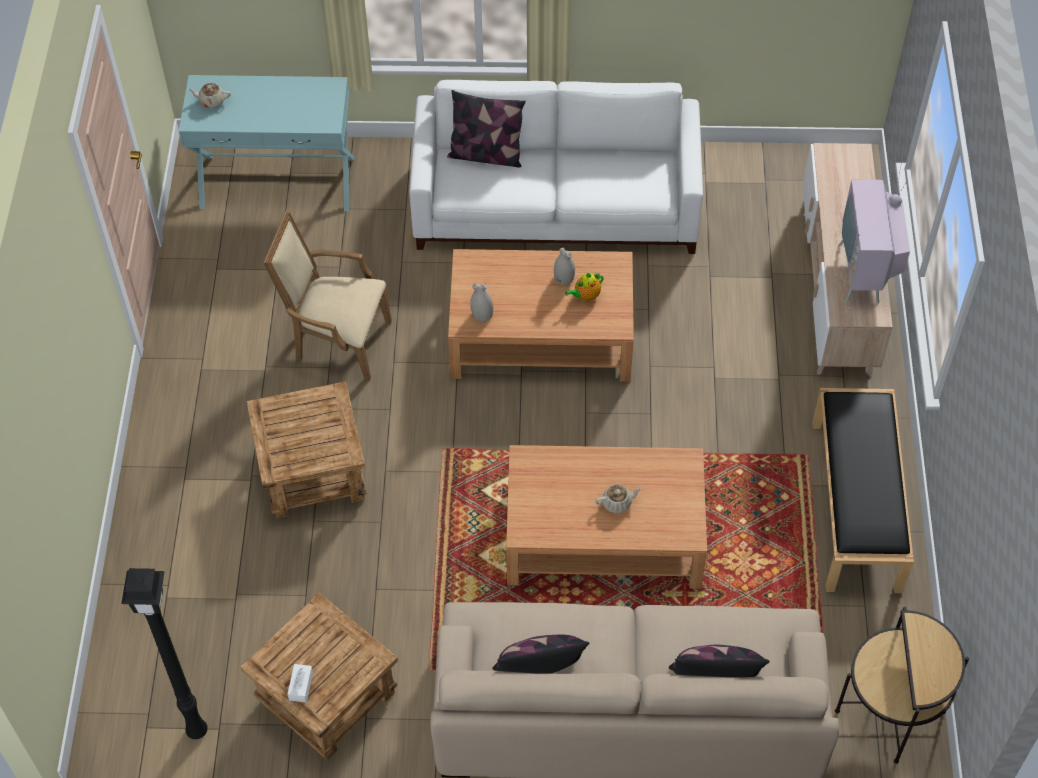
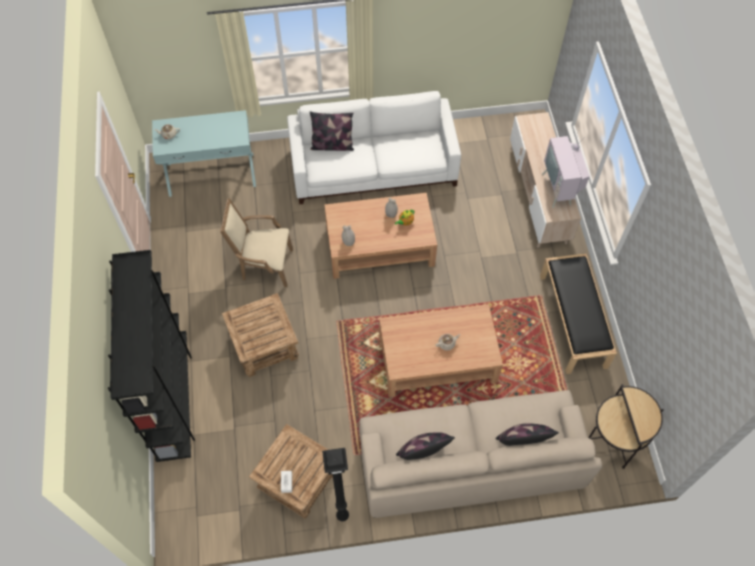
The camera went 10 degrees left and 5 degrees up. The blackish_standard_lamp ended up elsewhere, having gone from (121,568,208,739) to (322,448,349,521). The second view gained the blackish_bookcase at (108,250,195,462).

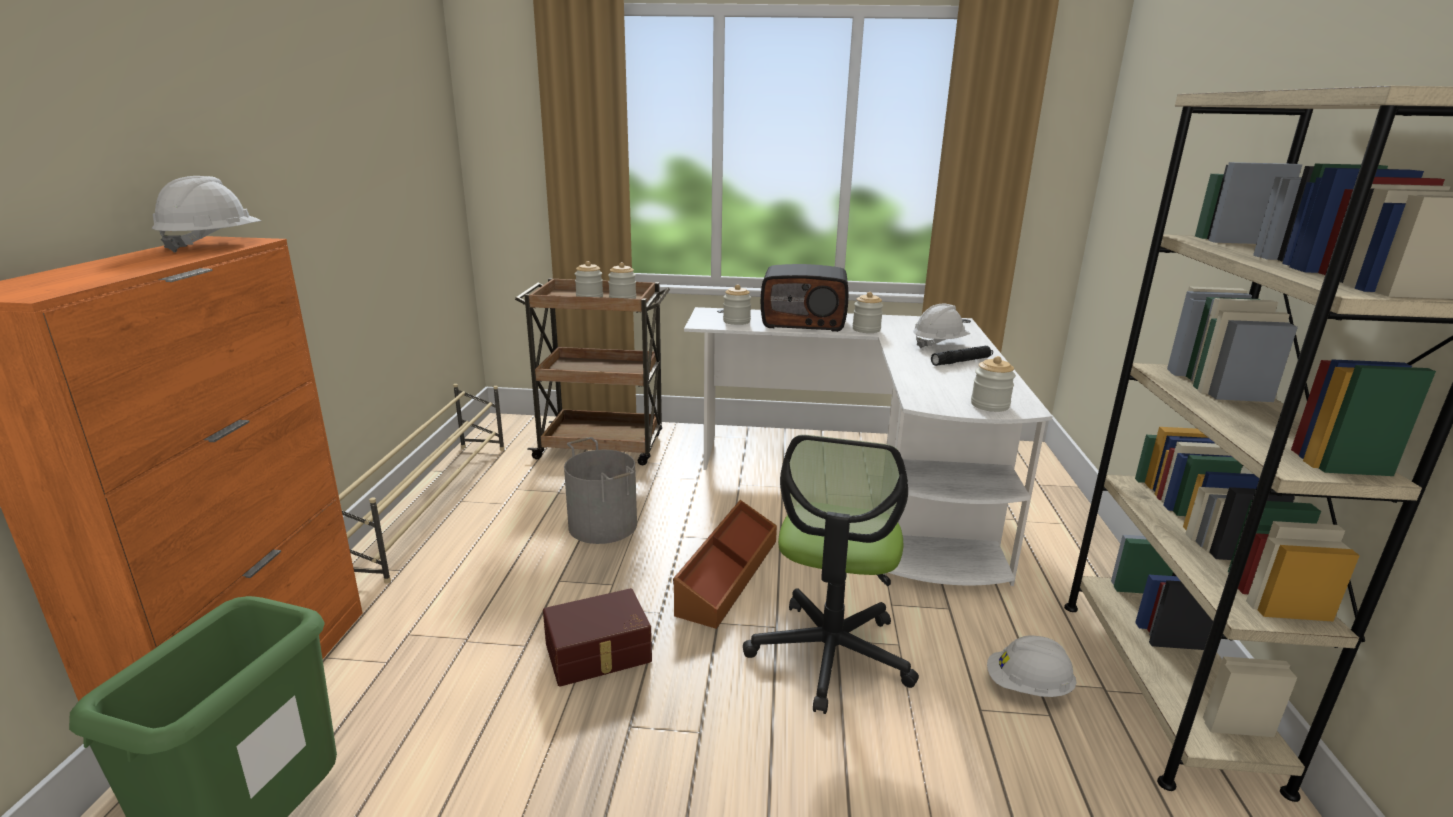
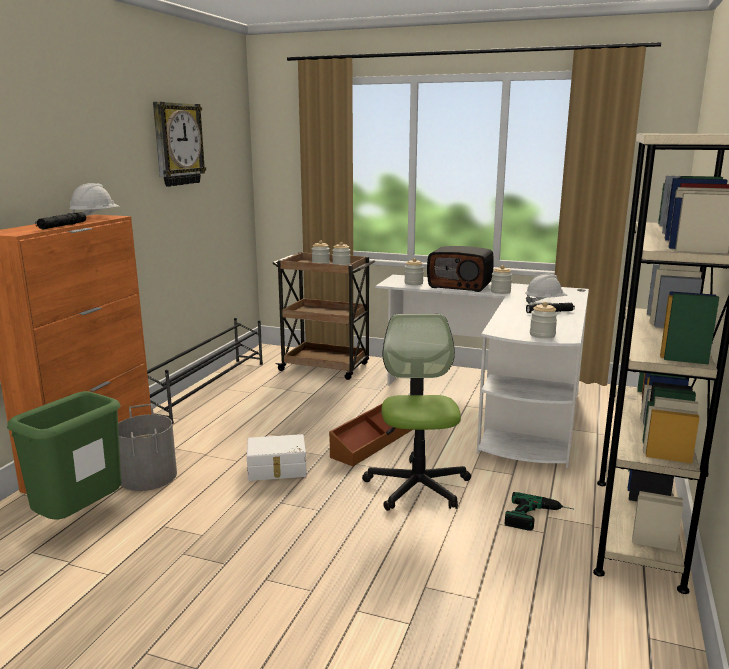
The camera went 15 degrees right and 5 degrees down. What was the sand-coloured_shoe_rack at (339,384,505,584) turned into the blackish_shoe_rack at (147,318,263,424). The office_chair at (743,435,919,714) ended up facing another way, 150 degrees clockwise from before. The greyish_pail ended up elsewhere, having gone from (564,437,637,544) to (118,404,177,491). What was the brown-coloured_storage_box at (543,588,652,687) turned into the whitish_storage_box at (247,434,307,481). Where the whitish_hard_hat stood at (987,635,1076,697), the power_drill came to stand at (505,492,573,531). The second view gained the clock_on_the_wall at (153,102,206,187). The second view gained the blackish_hand_torch at (35,212,86,229).

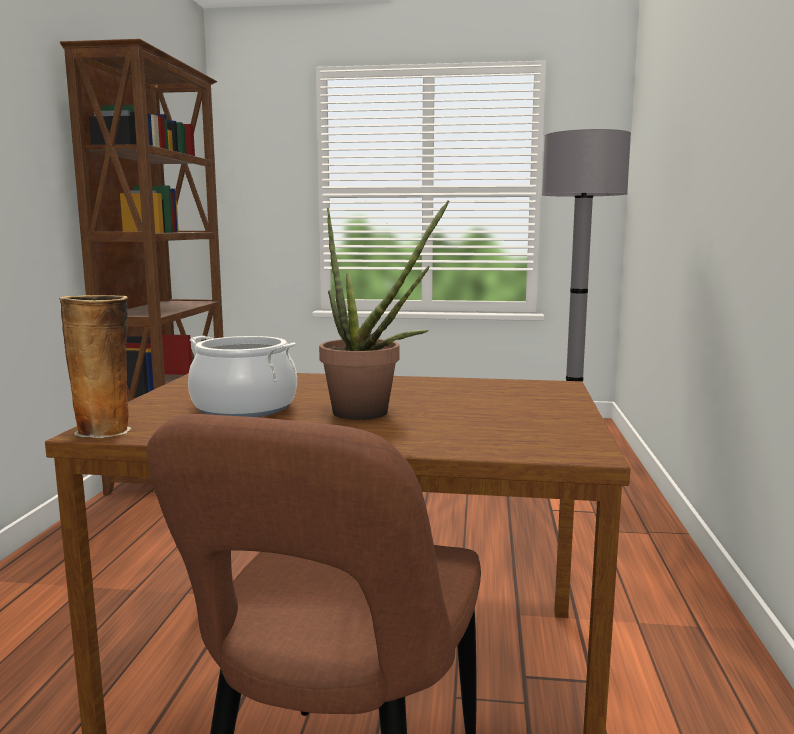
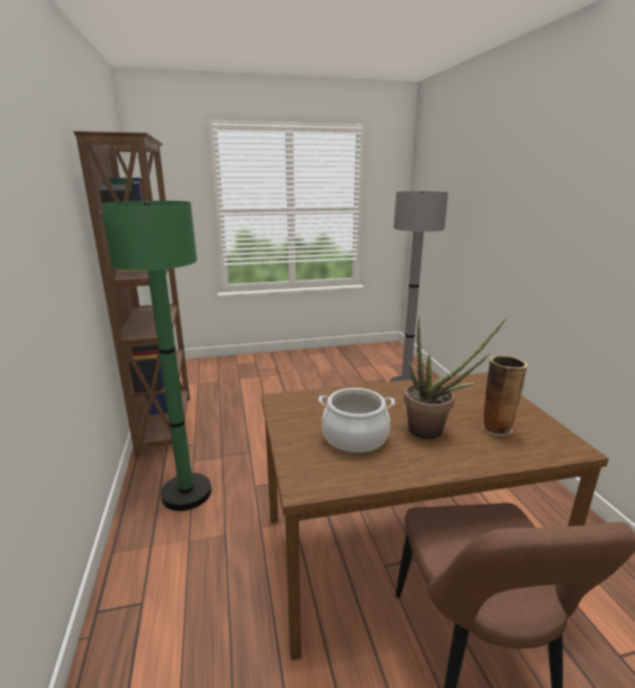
The camera went 20 degrees left and 10 degrees up. The flower_vase ended up elsewhere, having gone from (59,295,131,438) to (482,355,528,436). The second view gained the green-coloured_standard_lamp at (100,201,212,511).

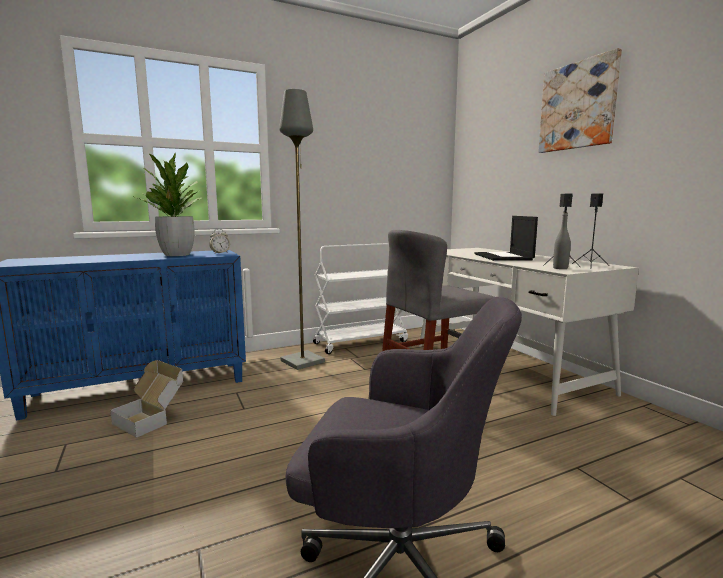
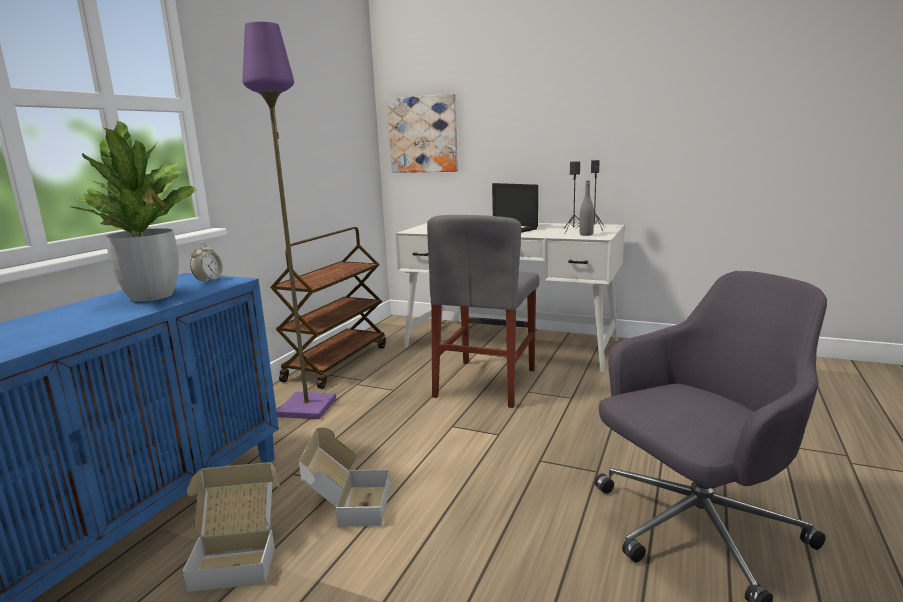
The camera went 40 degrees left and 5 degrees up. The picture ended up elsewhere, having gone from (538,48,622,153) to (387,94,458,173). What was the greyish_standard_lamp at (279,89,325,370) turned into the purplish_standard_lamp at (242,22,336,419). What was the whitish_cart at (313,243,408,354) turned into the brown-coloured_cart at (270,227,386,389). The second view gained the cardboard_box at (299,428,390,527).

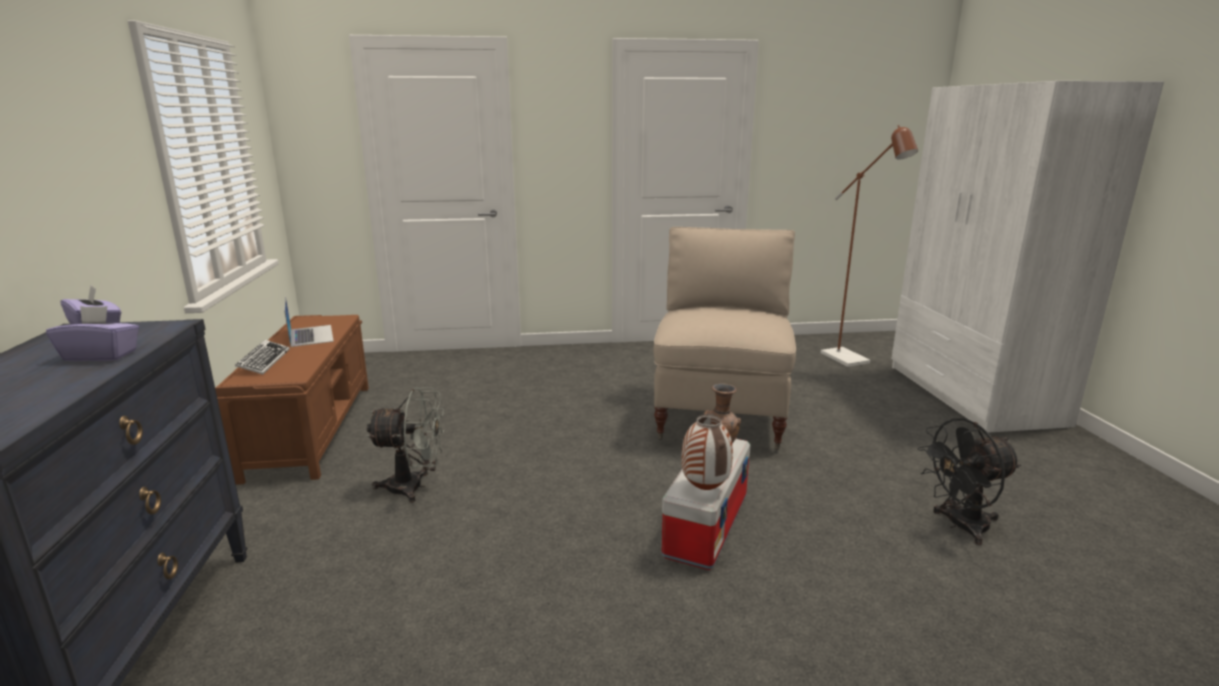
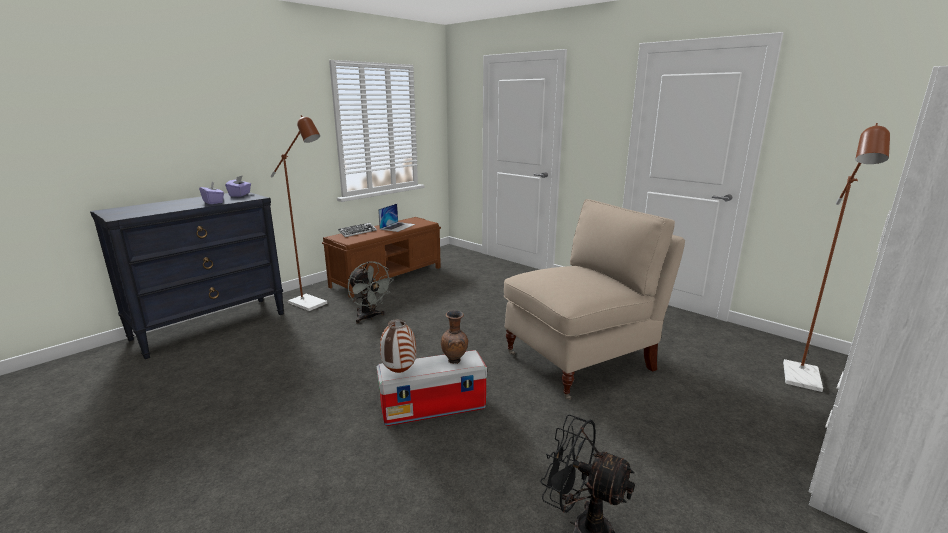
The camera went 50 degrees right and 0 degrees up. The second view gained the brown-coloured_standard_lamp at (271,115,327,311).

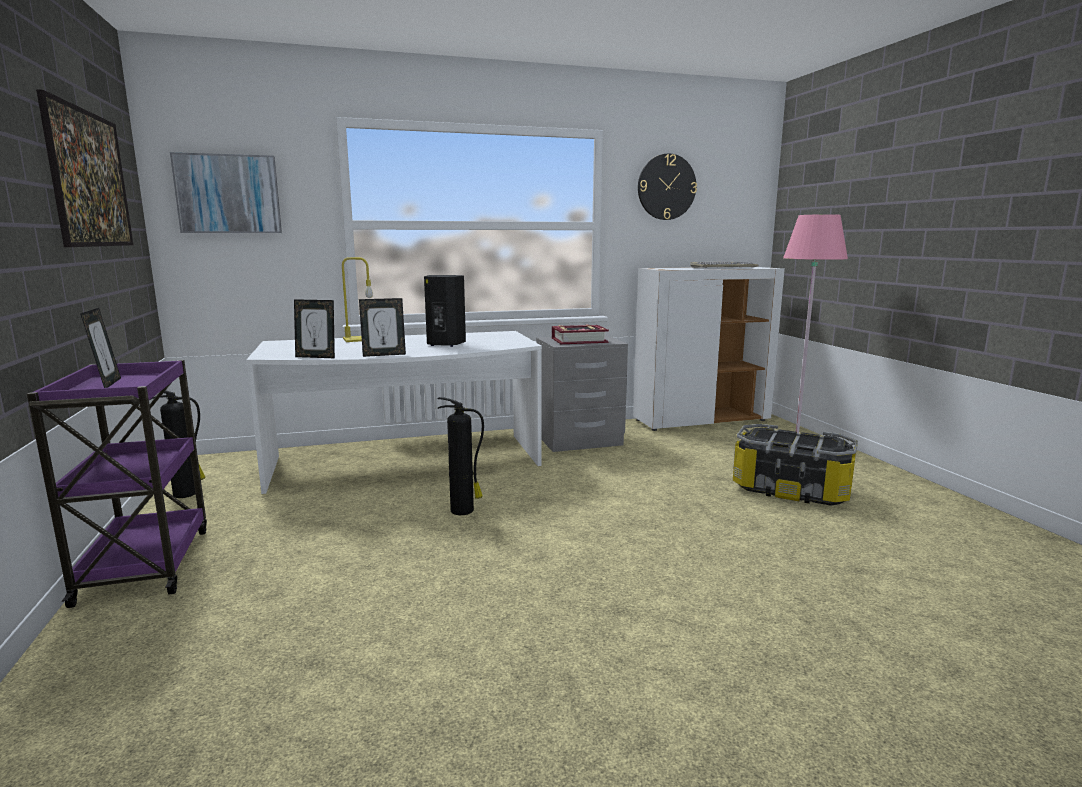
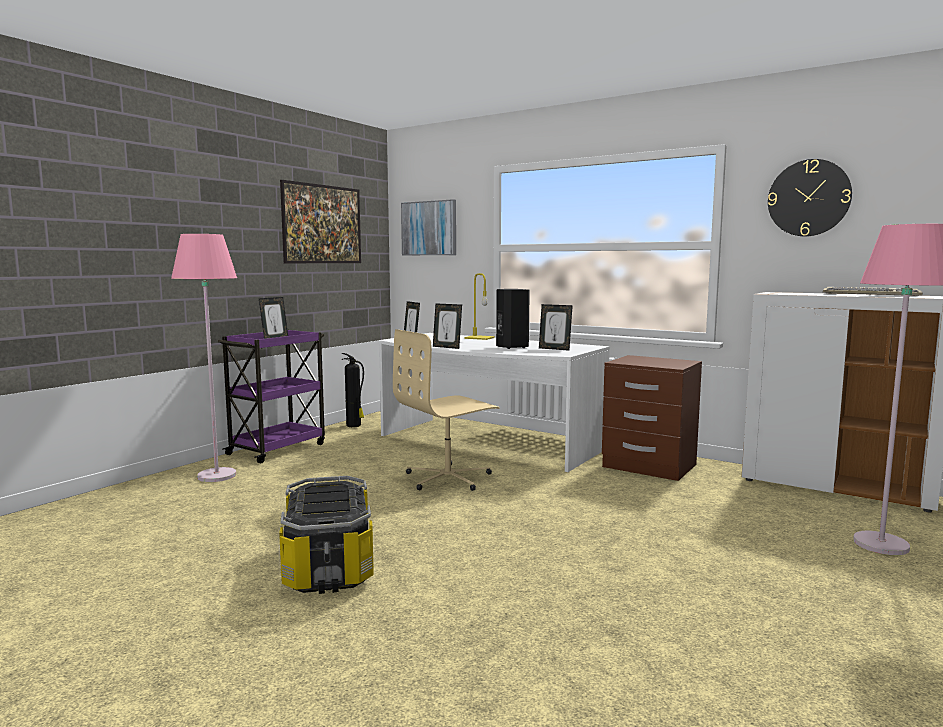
The camera went 50 degrees right and 5 degrees down. The second view lost the book at (552,324,609,344). What was the greyish_nightstand at (536,335,628,452) turned into the brown-coloured_nightstand at (602,355,702,481). Where the fire-fighting_cylinder stood at (437,397,484,515), the sand-coloured_office_chair came to stand at (393,329,500,491). The storage_box ended up elsewhere, having gone from (733,424,858,506) to (279,476,374,594). The second view gained the pinkish_standard_lamp at (171,234,237,482). The second view gained the picture_frame at (539,304,573,351).

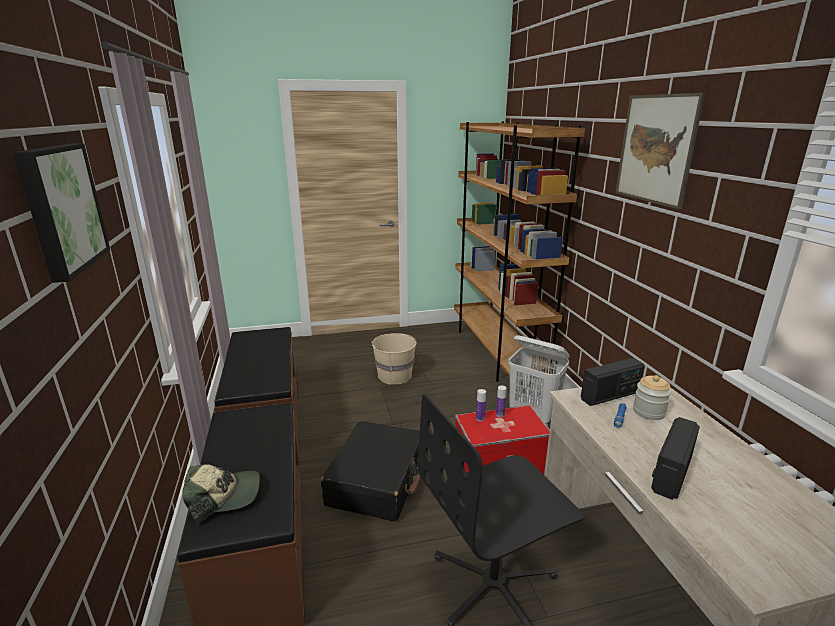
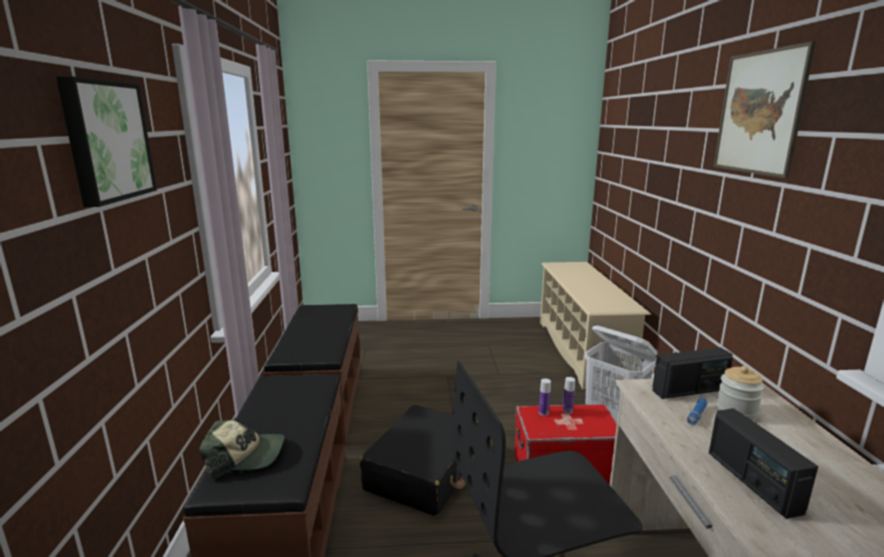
The camera went 10 degrees right and 5 degrees down. Where the brown-coloured_bookcase stood at (454,121,585,382), the sand-coloured_shoe_rack came to stand at (540,262,651,390). The second view lost the sand-coloured_pail at (371,333,416,385). The radio_set at (651,417,700,500) ended up facing another way, 60 degrees counterclockwise from before.

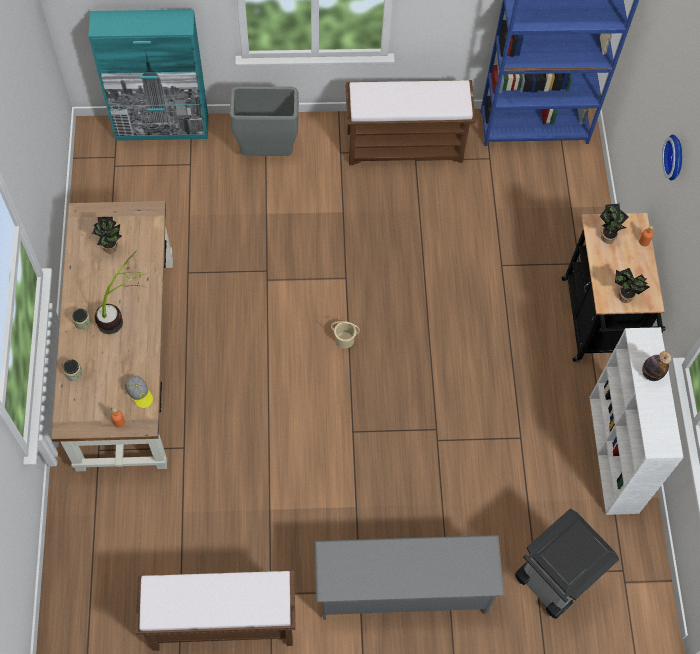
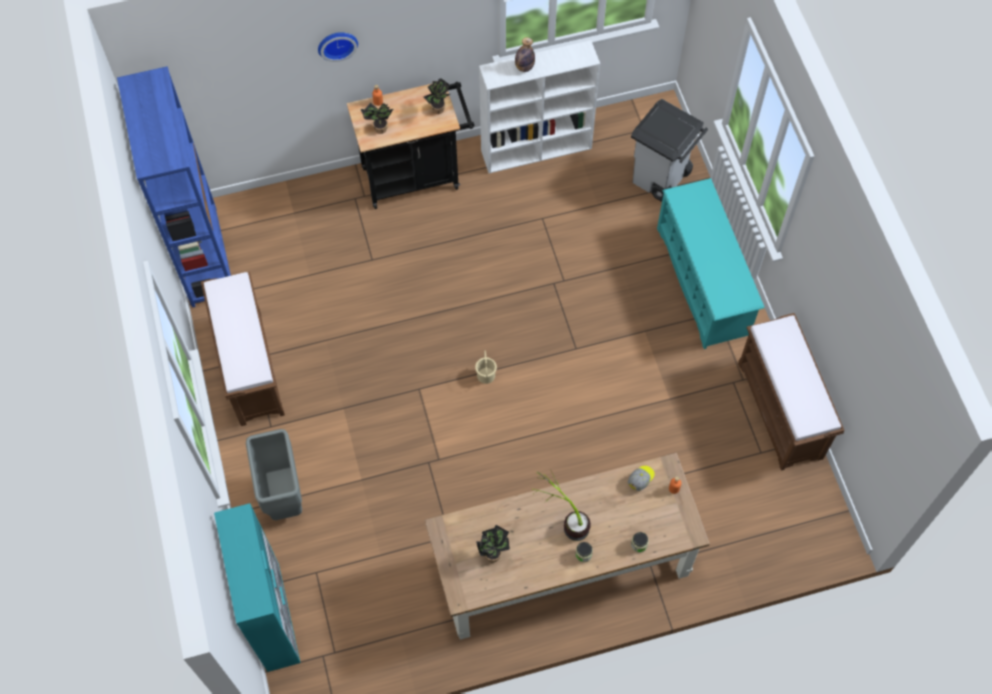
The camera went 100 degrees left and 0 degrees up. What was the greyish_shoe_rack at (314,535,505,620) turned into the turquoise_shoe_rack at (657,178,764,349).

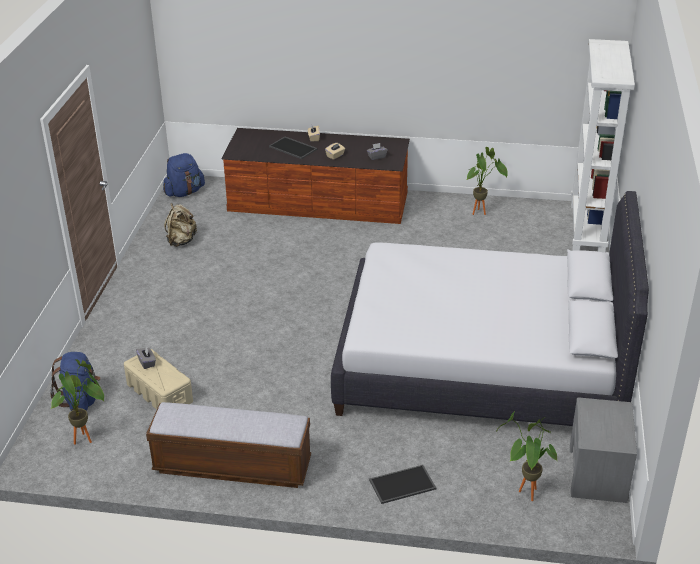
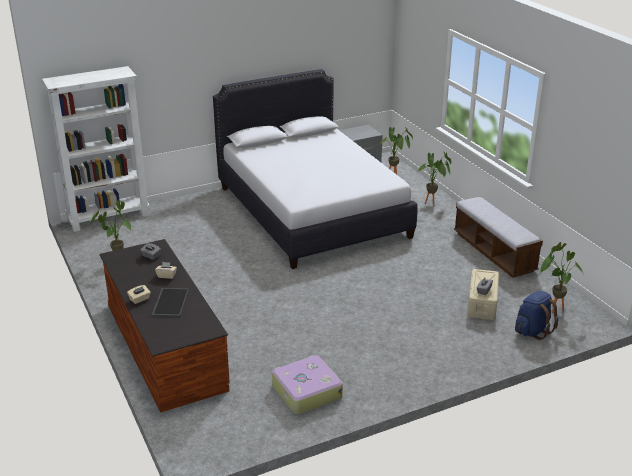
The camera went 125 degrees left and 5 degrees down. The second view lost the blue-coloured_backpack at (163,153,205,197). Where the sand-coloured_backpack stood at (164,203,198,247), the piece_of_luggage came to stand at (272,355,343,414). Where the carrying_tray stood at (369,465,436,504), the plant_in_a_pot came to stand at (417,151,451,207).

